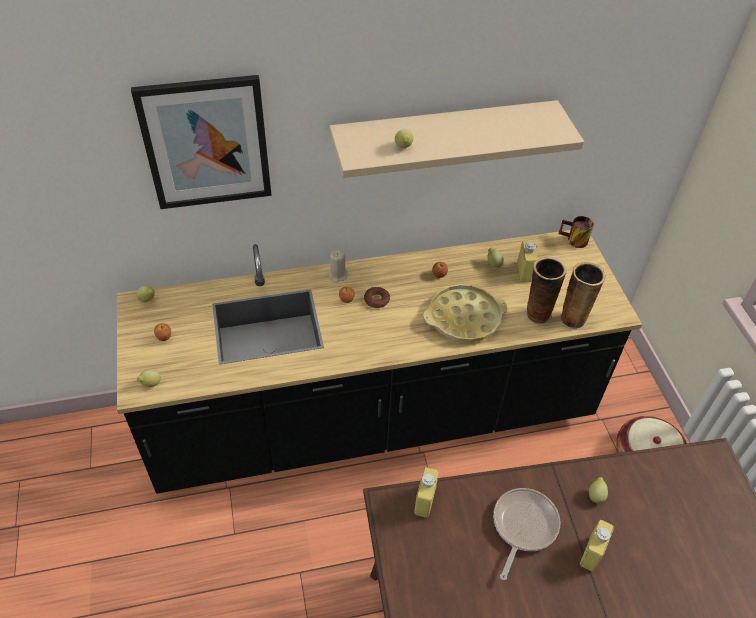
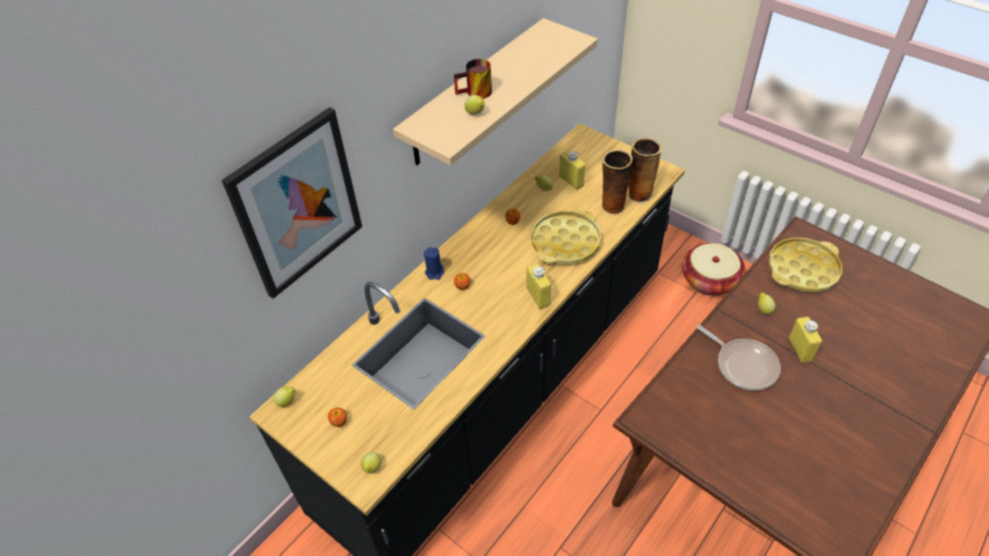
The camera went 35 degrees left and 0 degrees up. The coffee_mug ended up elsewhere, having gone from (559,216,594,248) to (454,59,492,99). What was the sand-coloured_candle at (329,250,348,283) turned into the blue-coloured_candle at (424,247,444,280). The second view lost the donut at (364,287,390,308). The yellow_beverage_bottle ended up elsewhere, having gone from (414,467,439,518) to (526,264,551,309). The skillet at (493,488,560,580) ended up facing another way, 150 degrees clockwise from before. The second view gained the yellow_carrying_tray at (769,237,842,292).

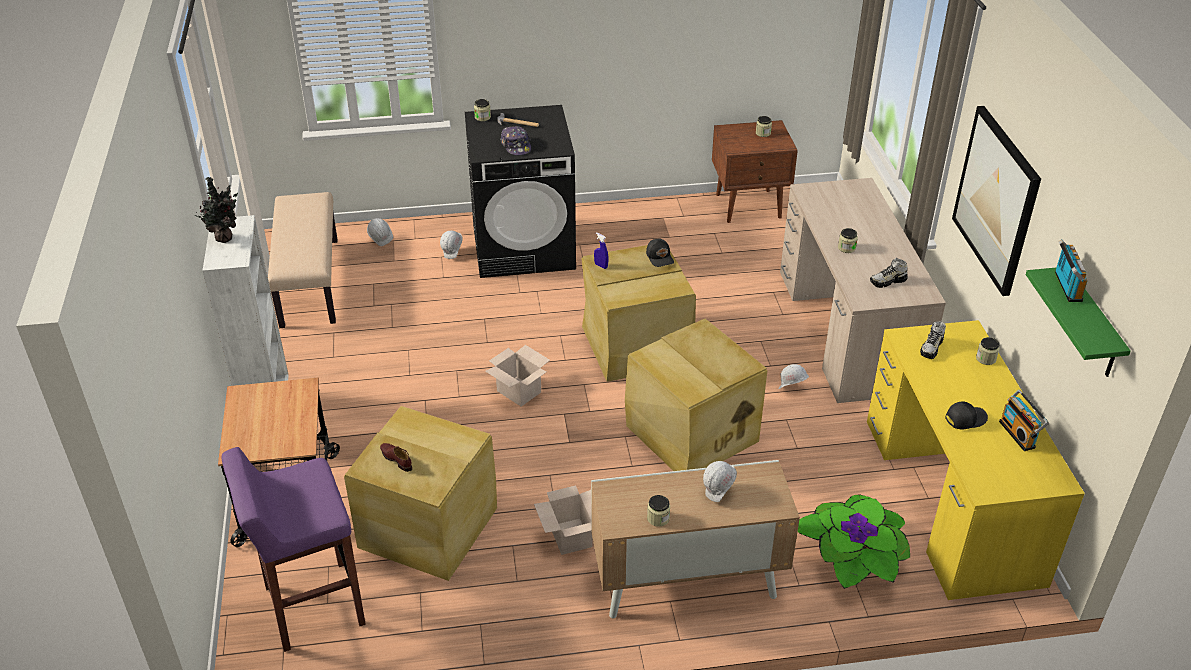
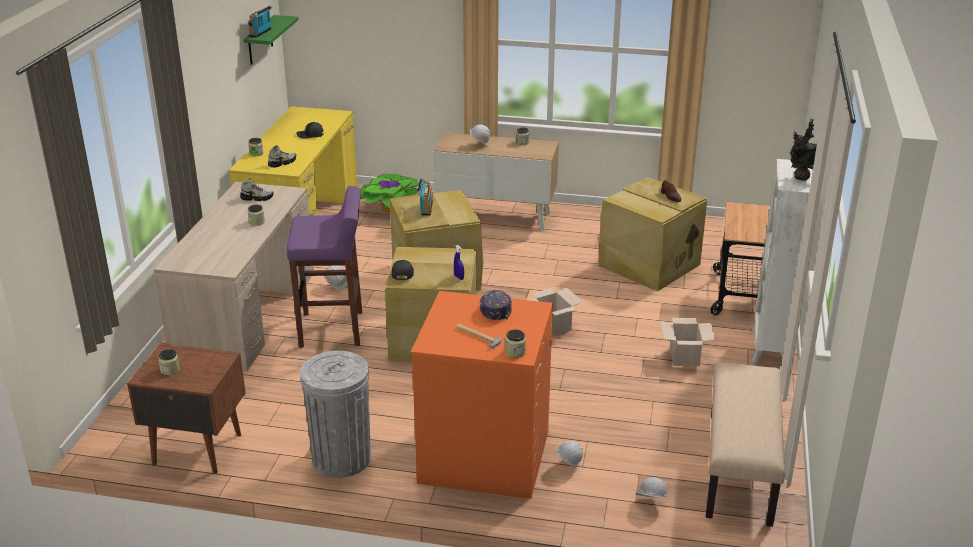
The camera went 160 degrees left and 10 degrees down. What was the blackish_laundry_machine at (465,105,576,278) turned into the orangey_laundry_machine at (411,291,553,499). The second view lost the picture at (952,106,1041,296). The radio_set ended up elsewhere, having gone from (999,390,1049,451) to (417,178,433,216). The purplish_stool ended up elsewhere, having gone from (221,447,366,652) to (287,186,362,348). The cardboard_box ended up elsewhere, having gone from (534,485,592,555) to (660,318,716,366). The second view gained the greyish_trash_can at (300,351,371,478).

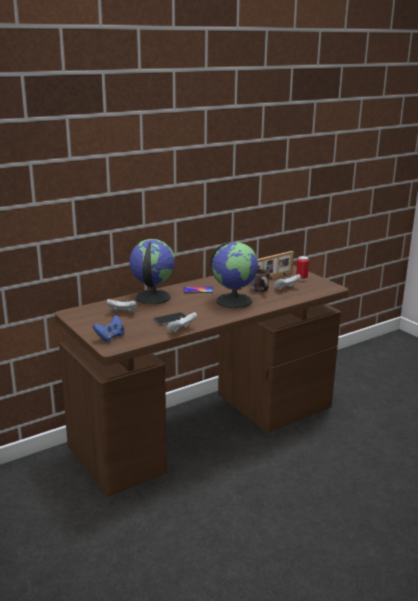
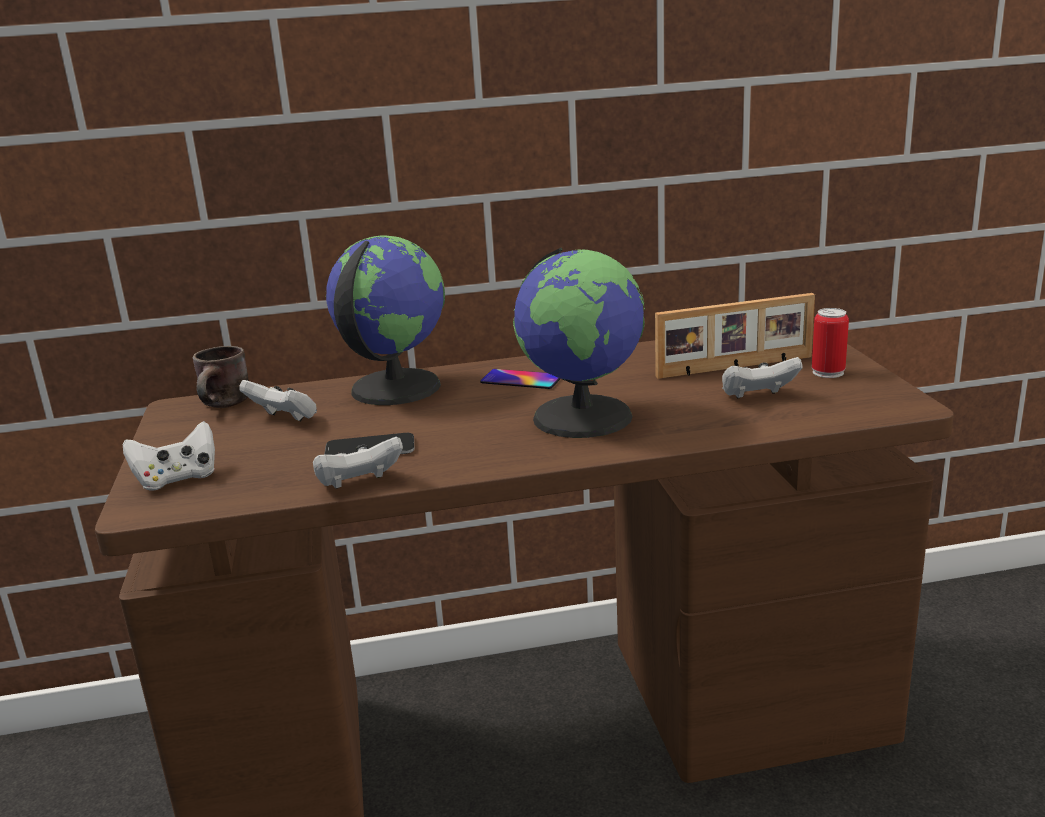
The camera went 25 degrees right and 0 degrees up. The brown-coloured_coffee_mug ended up elsewhere, having gone from (251,269,270,292) to (193,346,249,408). What was the blue-coloured_game_controller at (93,315,125,342) turned into the whitish_game_controller at (123,421,215,491).

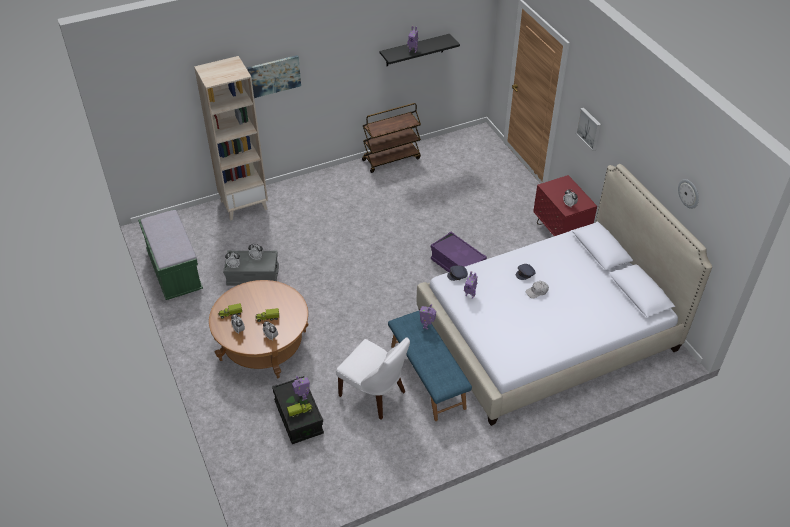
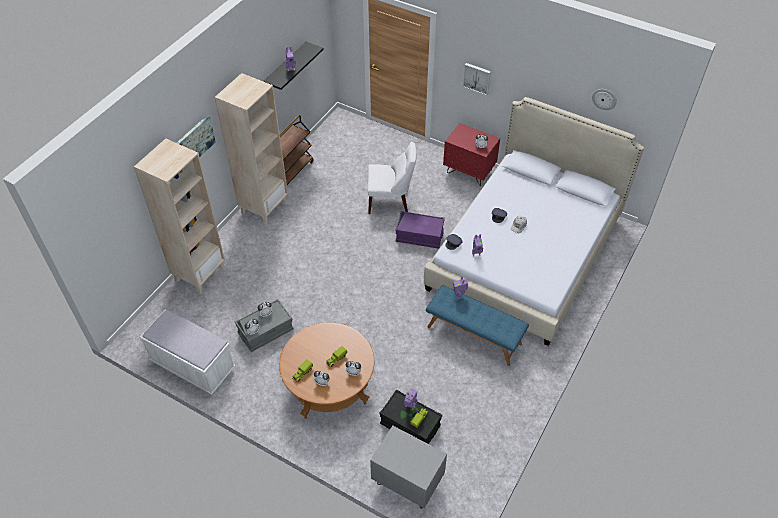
The camera went 35 degrees left and 5 degrees up. What was the green-coloured_indoor_bench at (138,209,203,300) turned into the whitish_indoor_bench at (140,310,235,395). The whitish_chair ended up elsewhere, having gone from (336,337,410,420) to (368,142,416,214). The second view gained the sand-coloured_bookcase at (215,73,288,225). The second view gained the greyish_nightstand at (370,425,447,509).

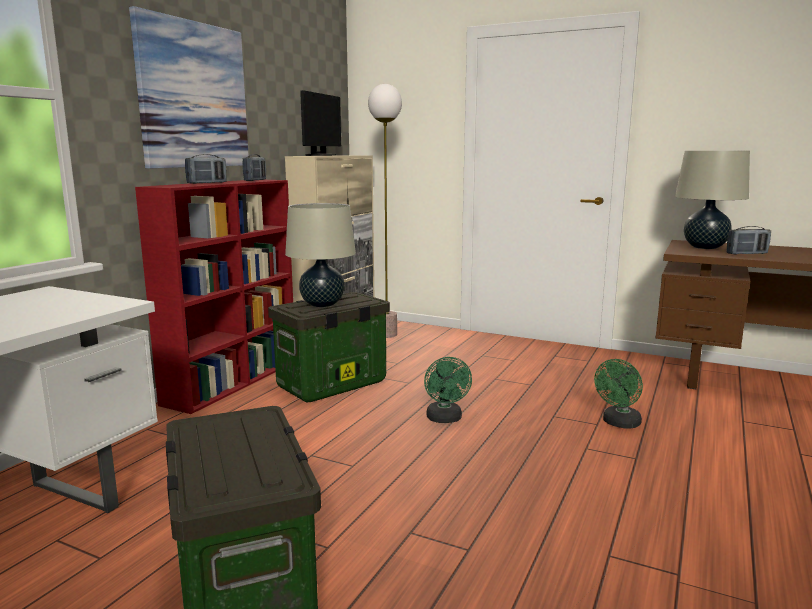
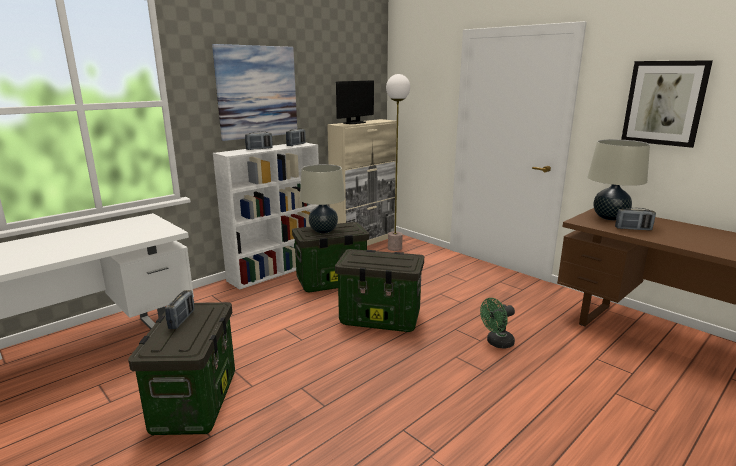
The camera went 20 degrees right and 5 degrees up. What was the red_bookcase at (135,180,293,414) turned into the whitish_bookcase at (213,143,319,290). Where the green-coloured_electric_fan stood at (424,357,472,423), the storage_box came to stand at (335,249,424,332). The second view gained the picture at (621,60,713,148). The second view gained the radio_set at (165,290,194,329).

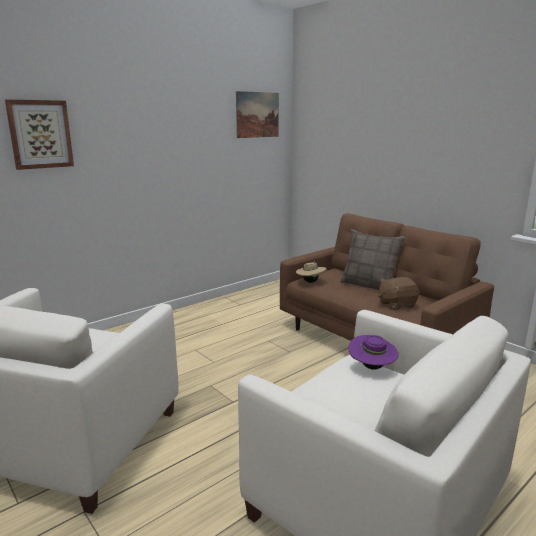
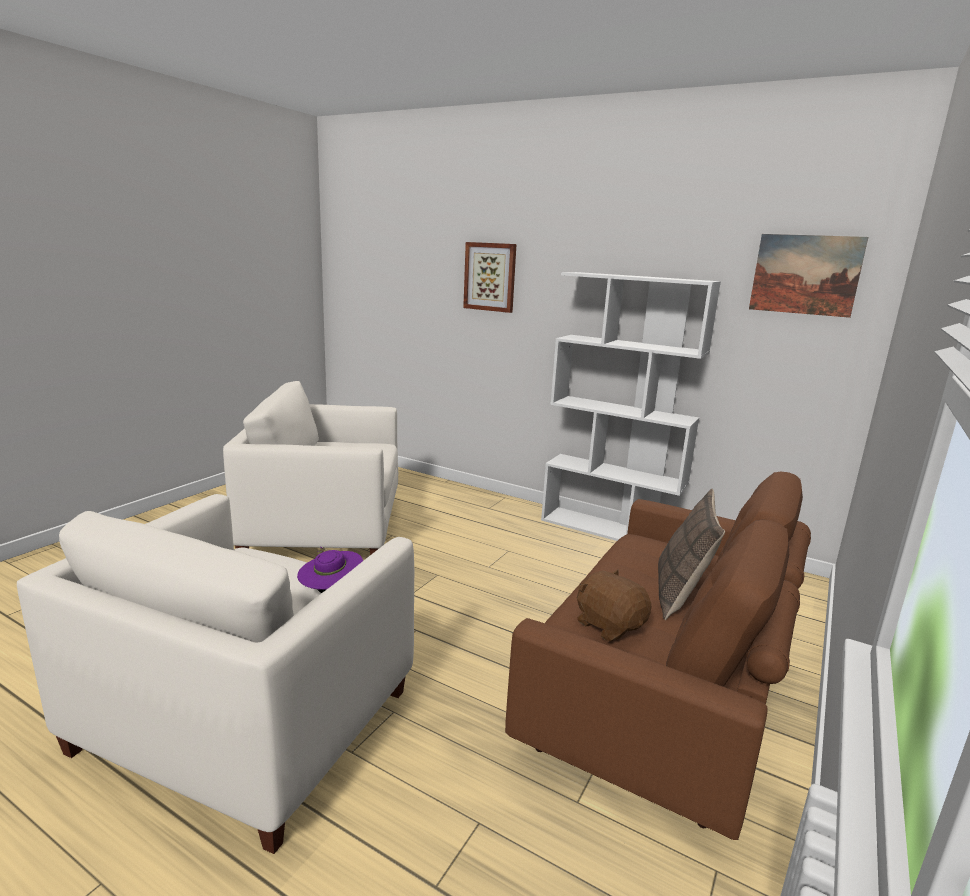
The camera went 70 degrees right and 0 degrees up. The second view lost the sand-coloured_clothing_hat at (296,262,327,283). The second view gained the whitish_bookcase at (541,272,721,541).

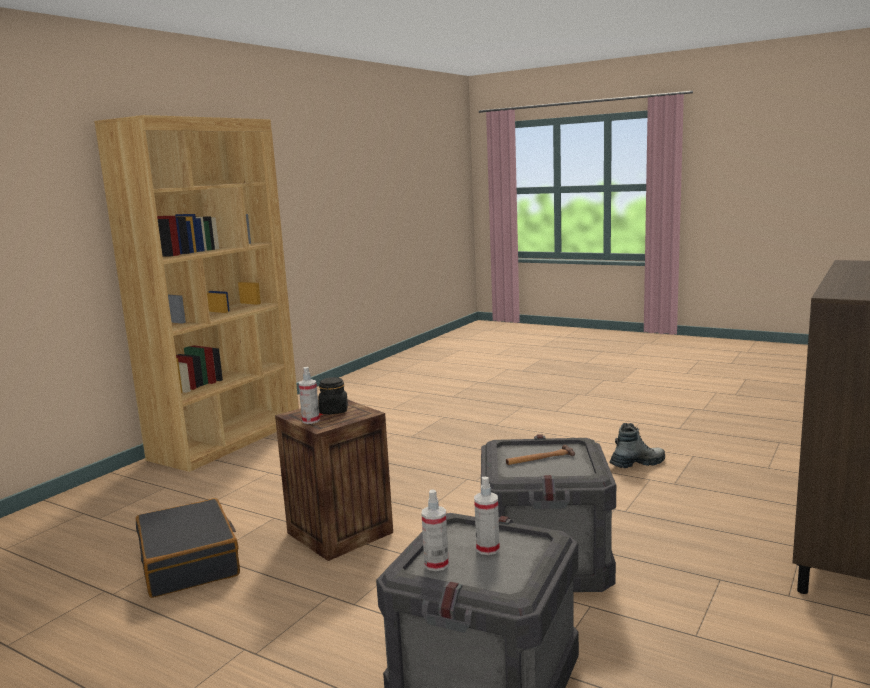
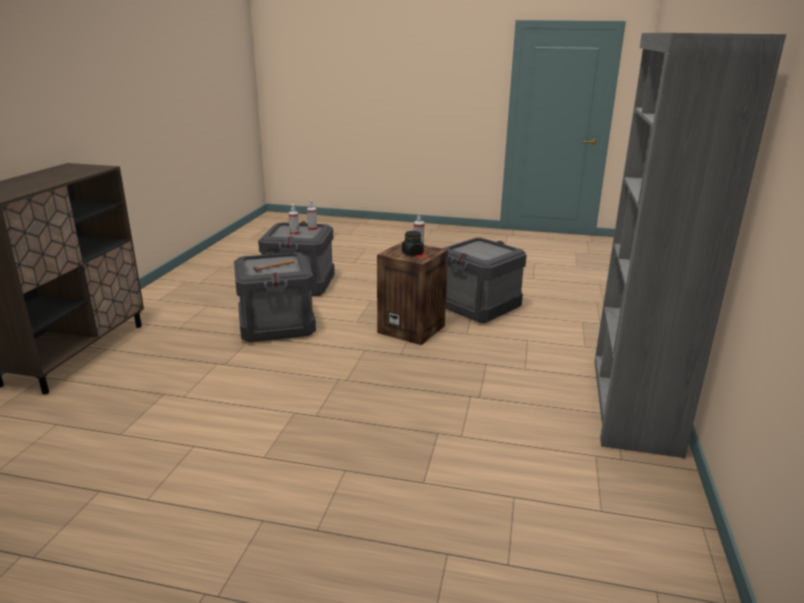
The camera went 160 degrees right and 10 degrees up. What was the brown-coloured_bookcase at (94,115,299,472) turned into the greyish_bookcase at (594,33,786,458). The second view lost the high-top_boot at (609,423,665,468). Where the blackish_piece_of_luggage stood at (136,498,240,598), the shipping_crate came to stand at (442,238,527,323).

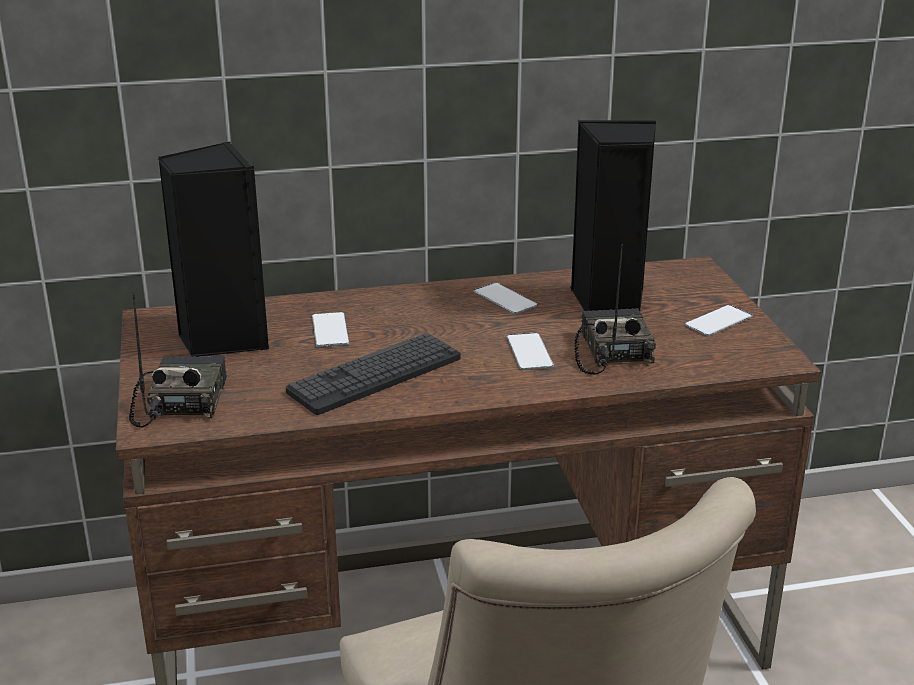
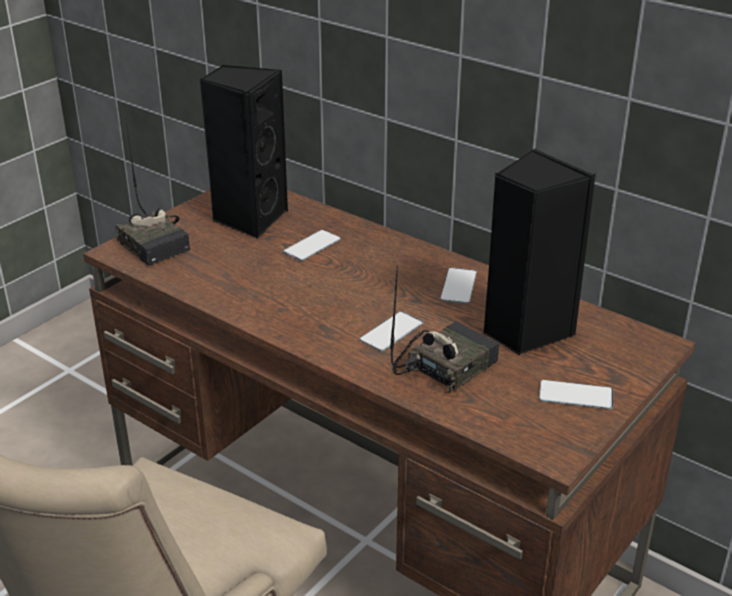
The camera went 50 degrees right and 5 degrees up. The radio_set at (129,291,227,428) ended up facing another way, 90 degrees clockwise from before. The second view lost the keyboard at (286,333,460,415).

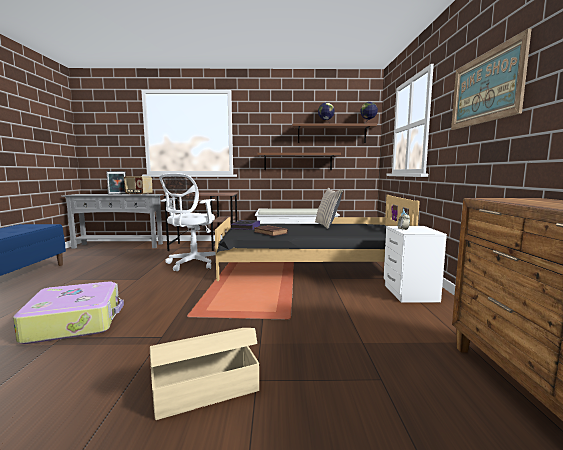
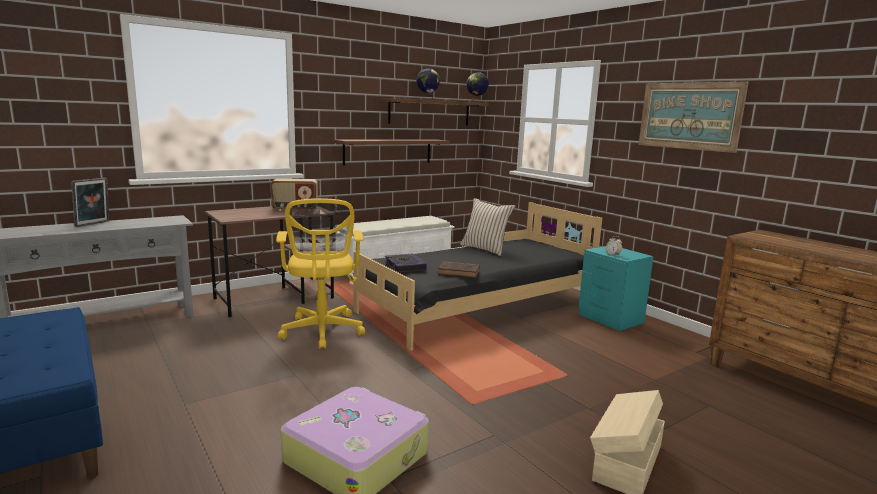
The camera went 35 degrees left and 5 degrees up. What was the whitish_office_chair at (159,173,216,271) turned into the yellow_office_chair at (276,198,365,349). The radio_set ended up elsewhere, having gone from (124,176,152,195) to (270,178,318,211). What was the whitish_nightstand at (384,226,447,303) turned into the turquoise_nightstand at (579,246,654,331).

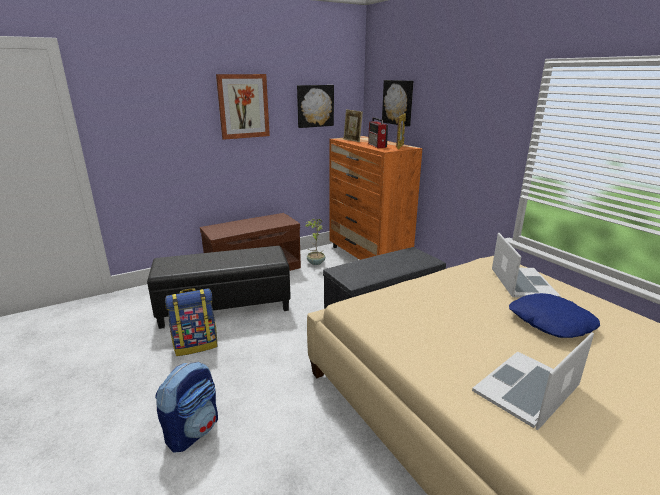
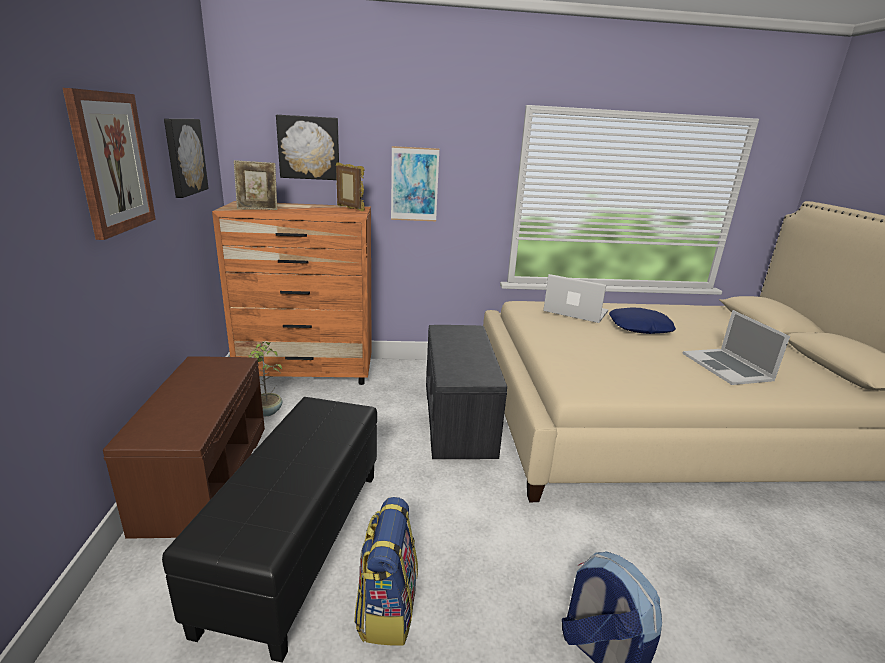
The camera went 65 degrees left and 0 degrees up. The second view lost the radio_set at (368,117,388,148). The second view gained the picture at (391,146,440,221).

